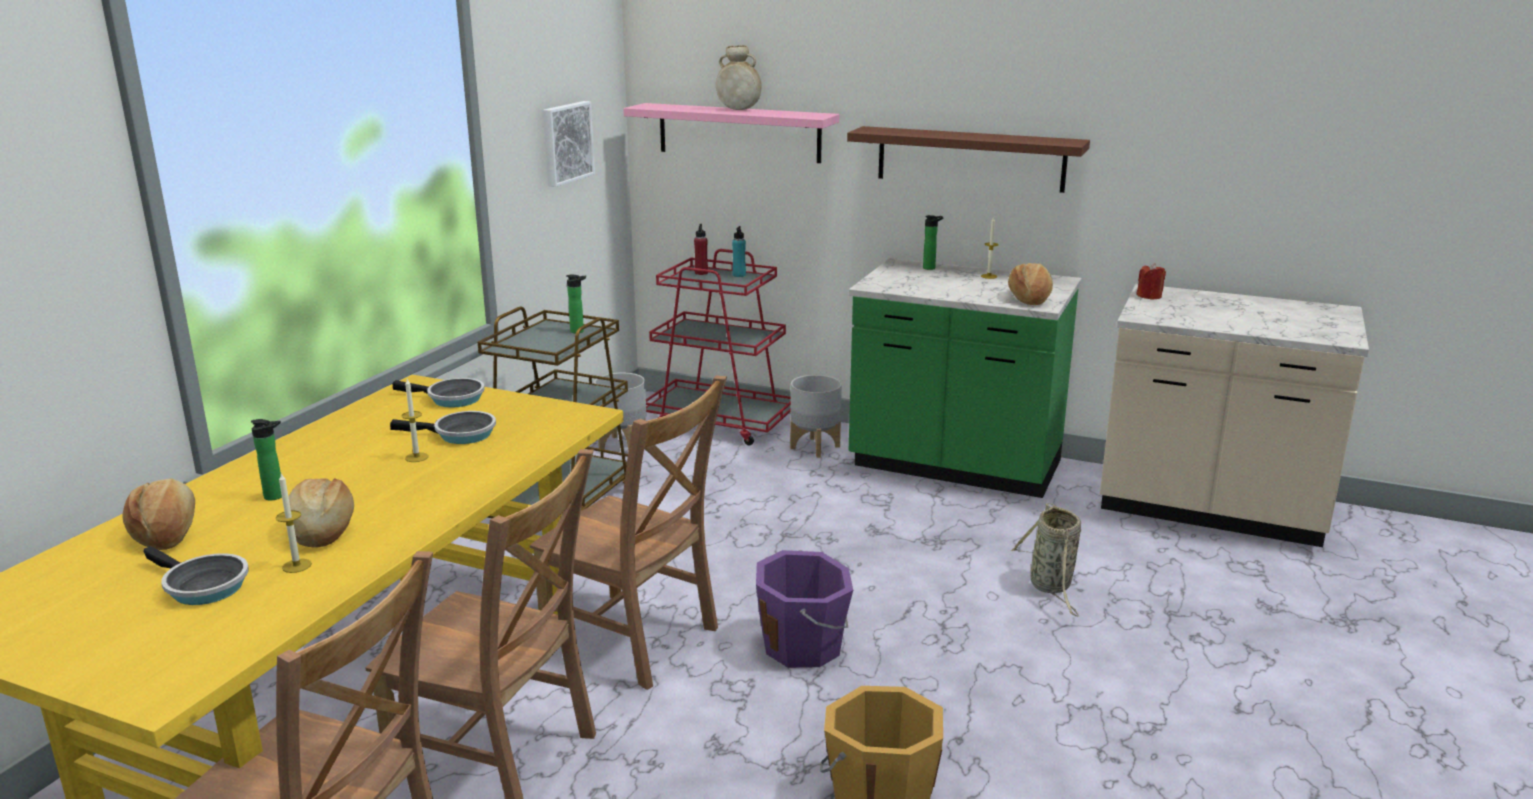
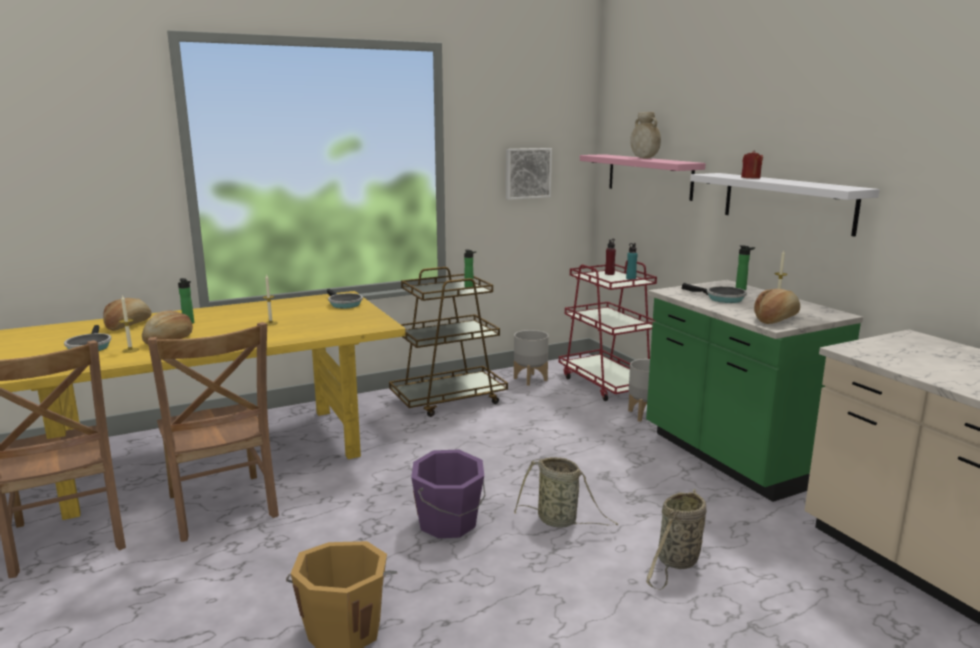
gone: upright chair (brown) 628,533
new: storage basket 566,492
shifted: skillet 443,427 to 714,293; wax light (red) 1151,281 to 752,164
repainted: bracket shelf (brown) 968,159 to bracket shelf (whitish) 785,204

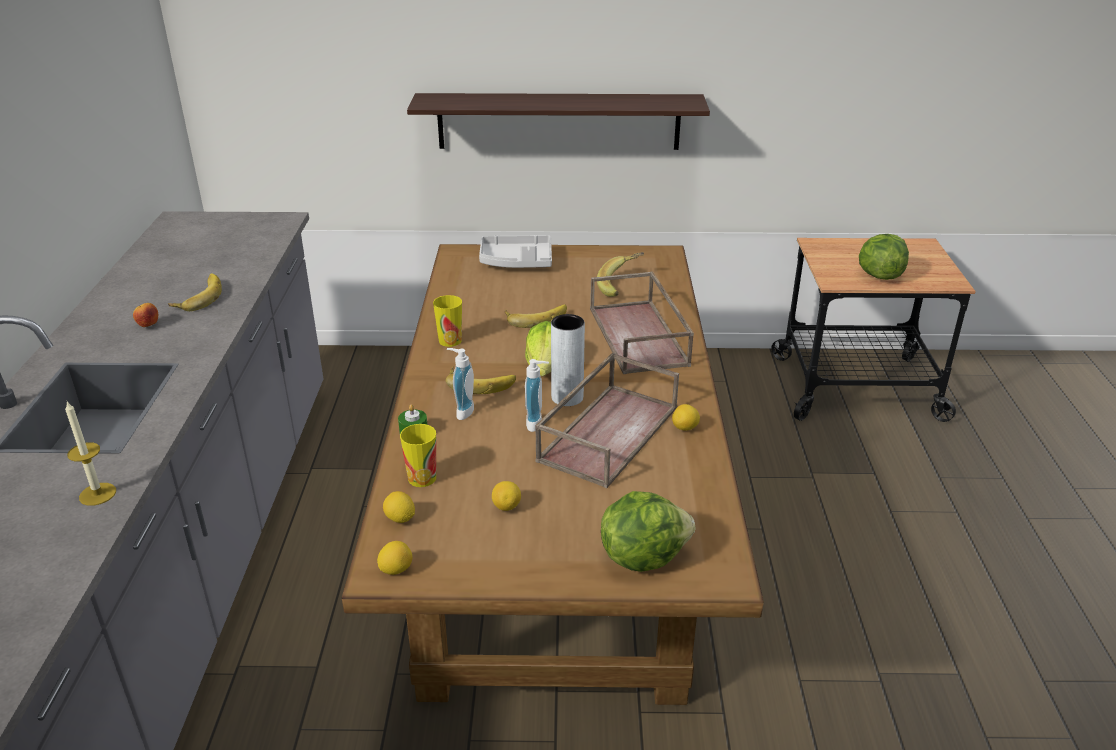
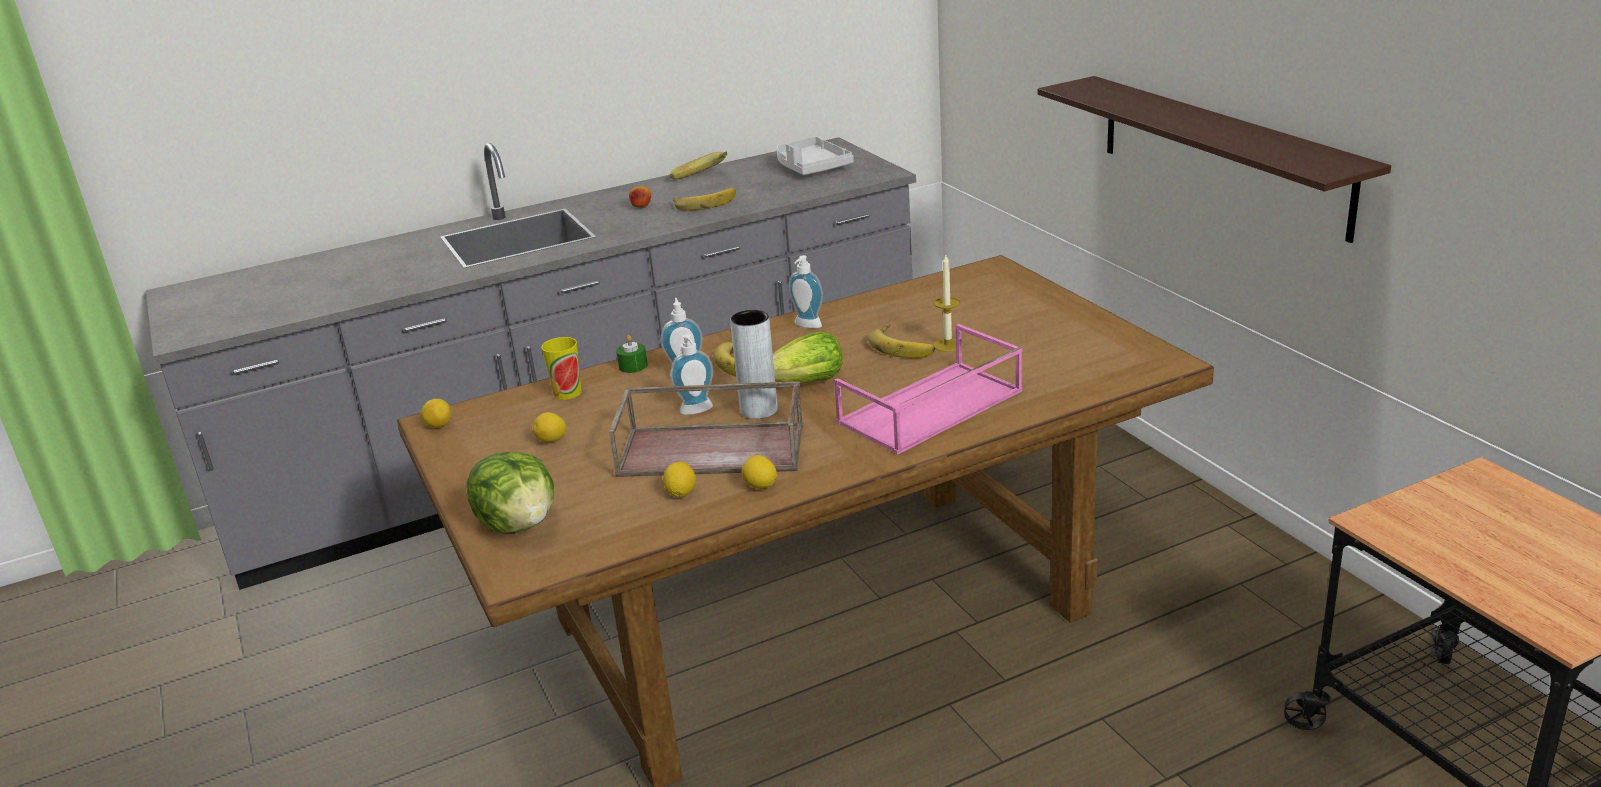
gone: lettuce head 884,257
shifted: whole lemon 399,507 to 679,479; banana fruit 620,274 to 698,165; serving tray (greyish) 515,251 to 815,155; wax light 90,454 to 948,303
swapped: cup 447,321 to liquid soap bottle 806,291
repainted: serving tray (brown) 642,322 to serving tray (pink) 928,389

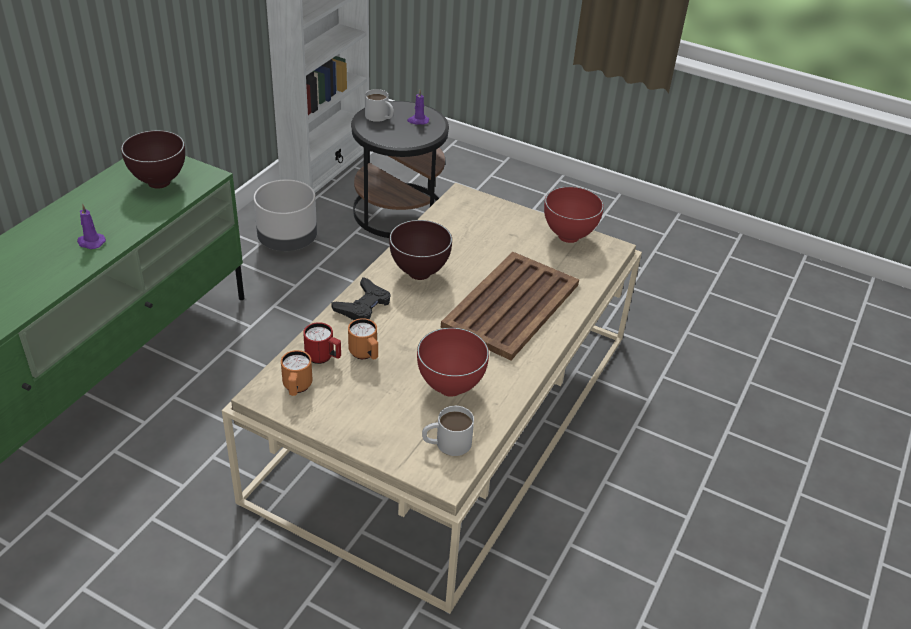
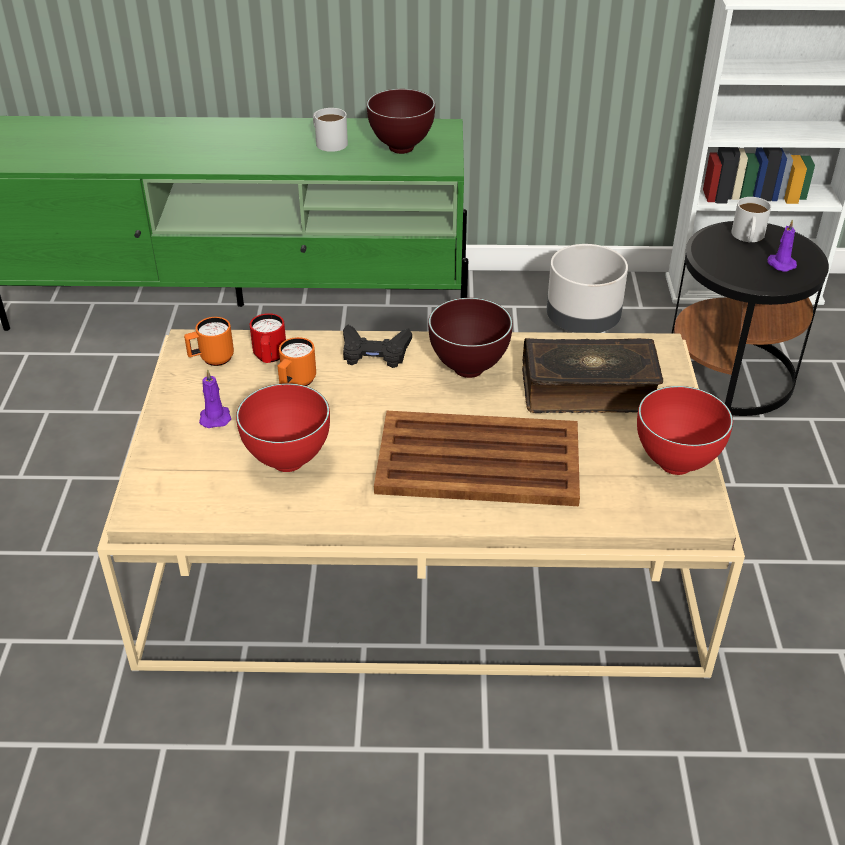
new: volume 592,375
shifted: wax light (purple-coloured) 91,226 to 215,398; coffee mug (whitish) 448,431 to 330,130

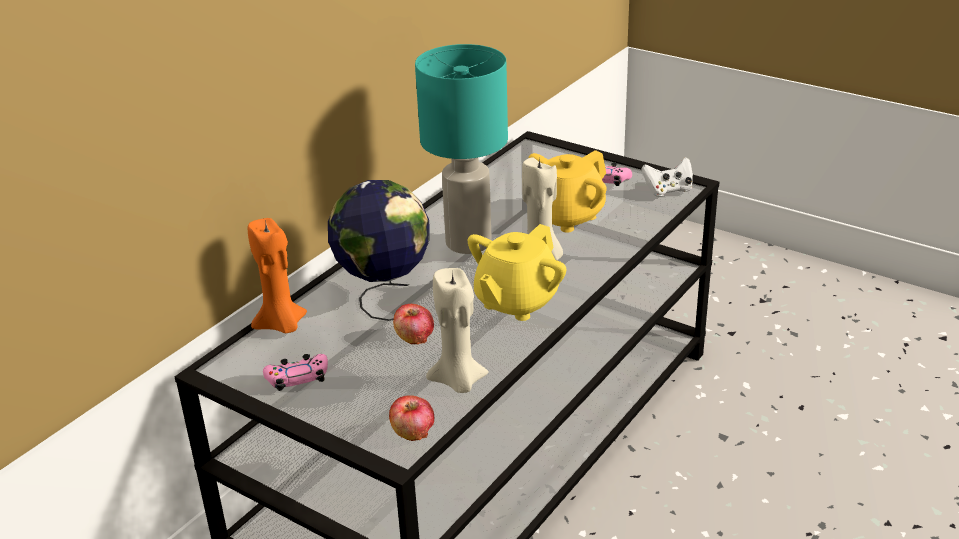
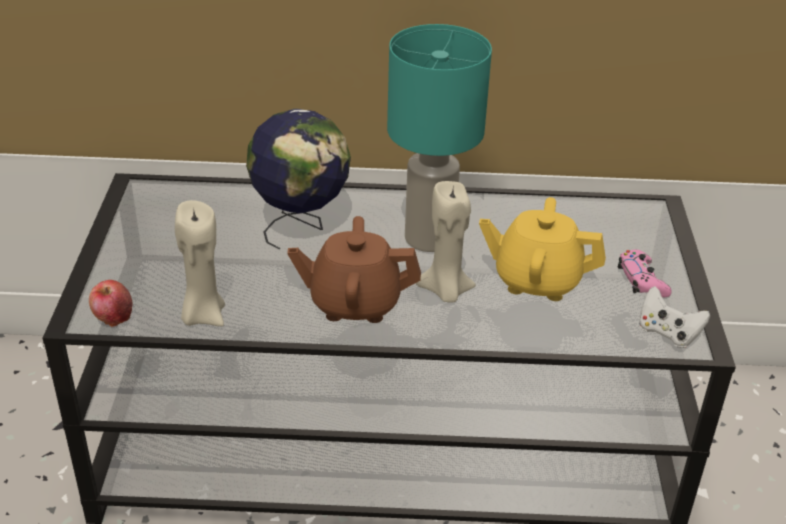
gone: wax light (orange) 277,275; game controller (pink) 295,372; apple fruit 413,324
repainted: teapot (yellow) 516,272 to teapot (brown) 354,269

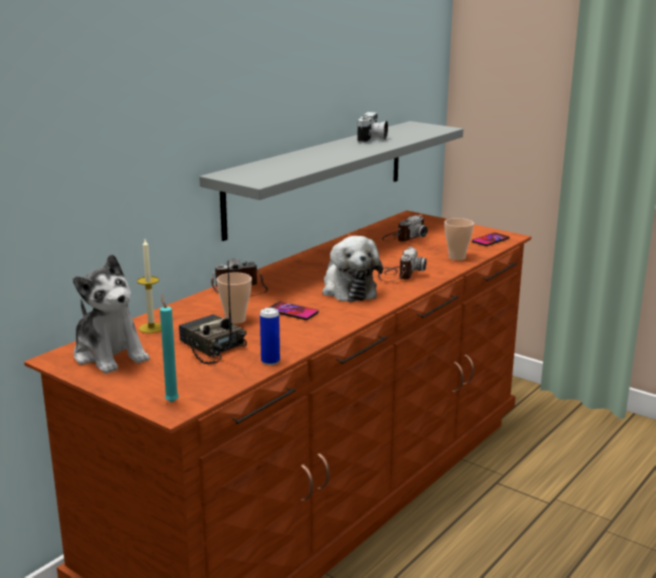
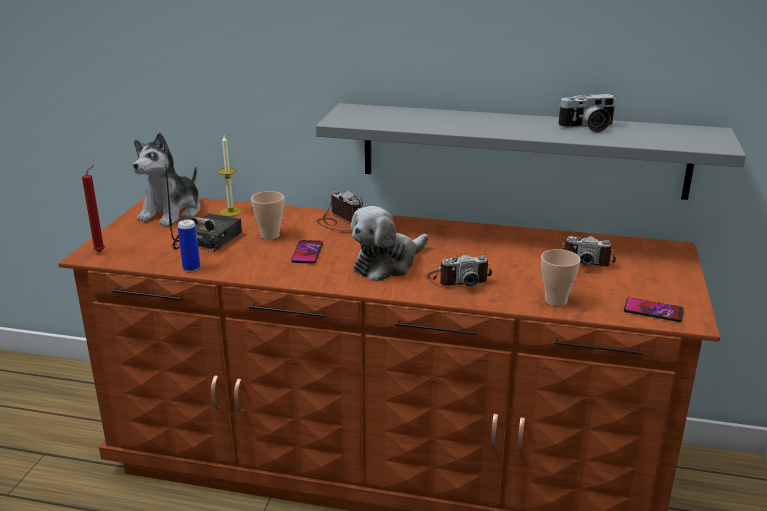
repainted: wax light (turquoise) 169,348 to wax light (red) 93,208

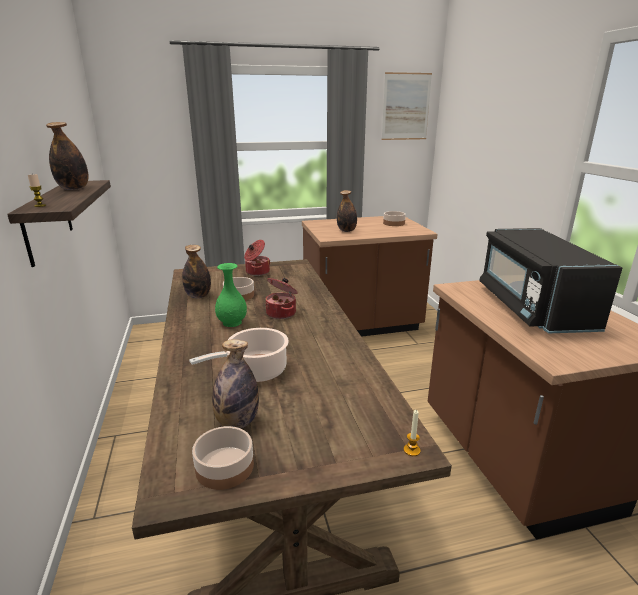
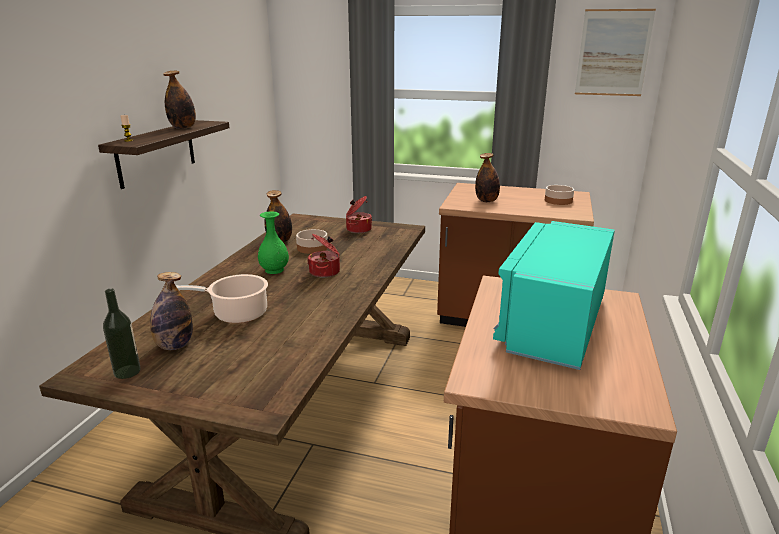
gone: wax light 412,433
swapped: serving bowl 223,458 to bottle 122,334
repainted: kitchen microwave (blackish) 550,280 to kitchen microwave (turquoise) 554,295

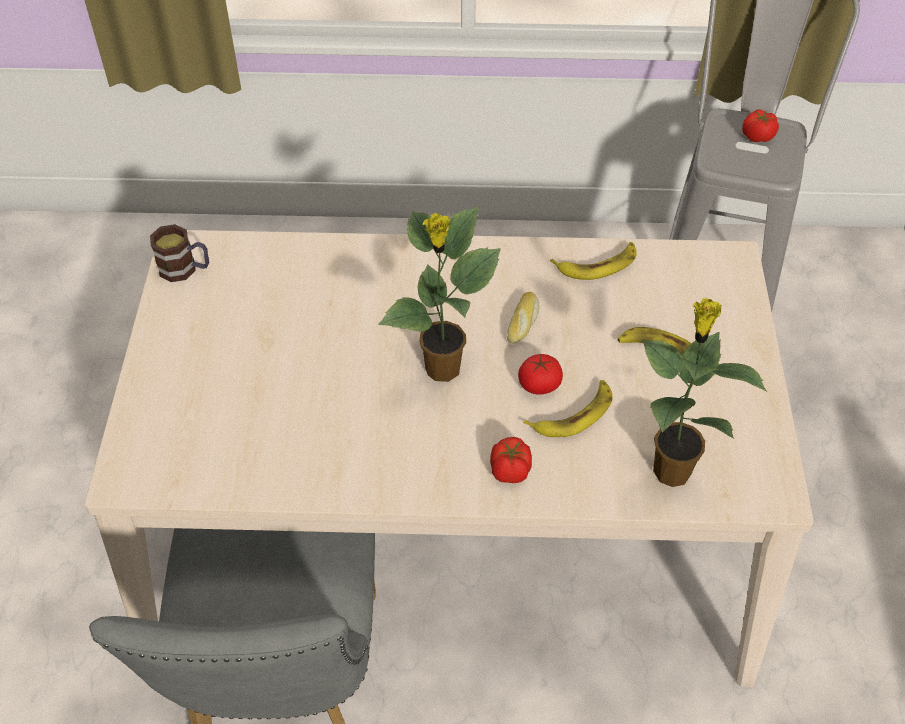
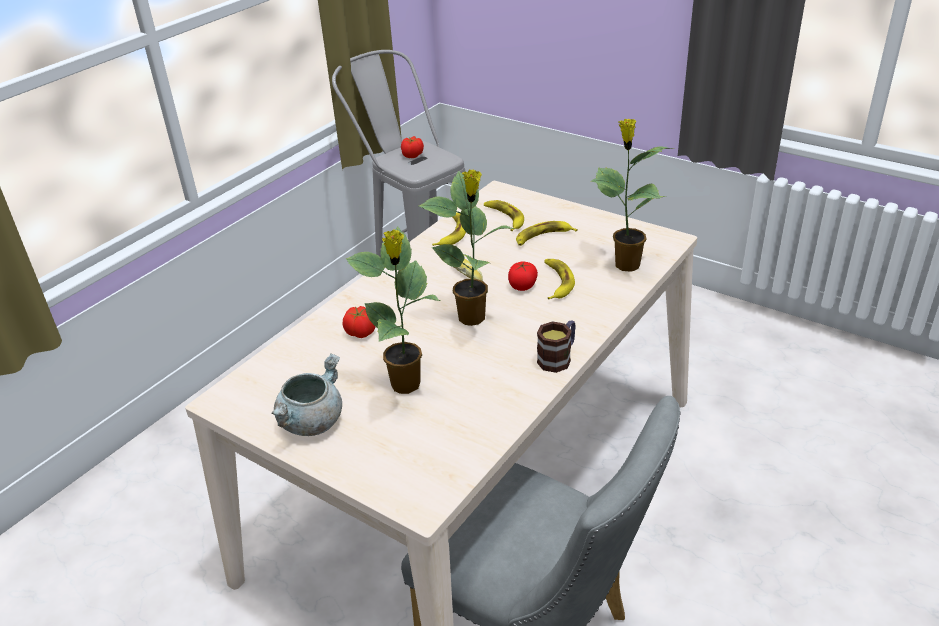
new: cooking pot (greyish) 307,395; houseplant 393,310; banana fruit 504,215
shifted: fresh tomato 511,460 to 359,322; coffee mug 179,253 to 556,346

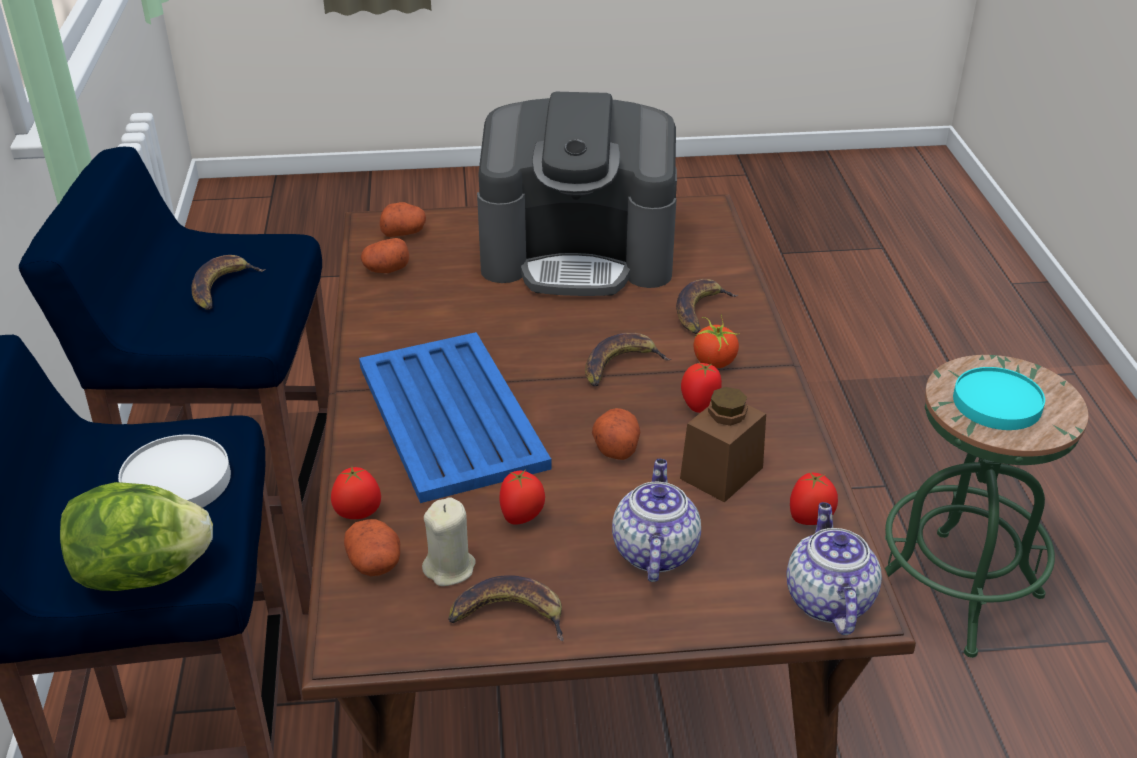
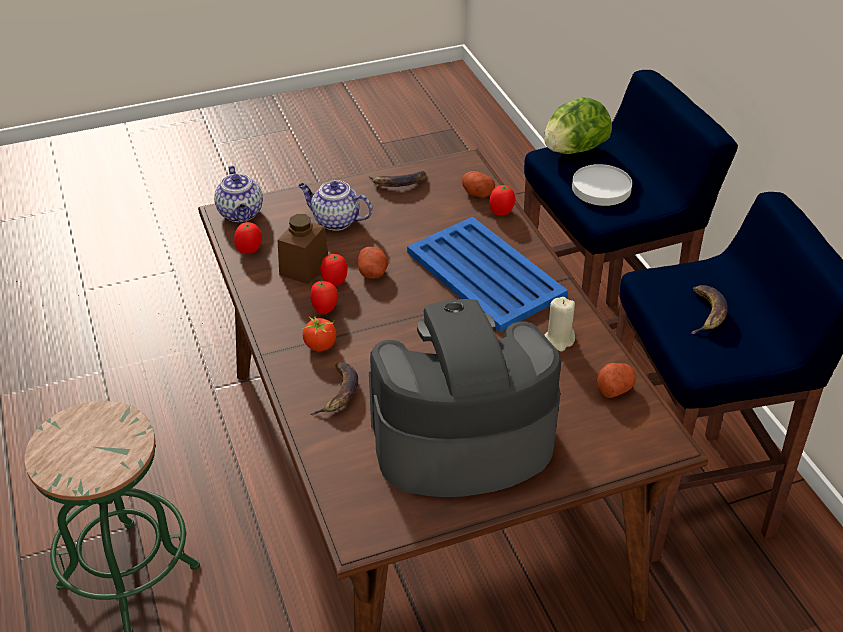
gone: whole potato 403,219; banana fruit 628,359; flat dish (turquoise) 999,398
shifted: fresh tomato 522,496 to 334,270; wax light (beige) 448,542 to 559,324
rotated: teapot 656,520 = 335,205 120 degrees clockwise

